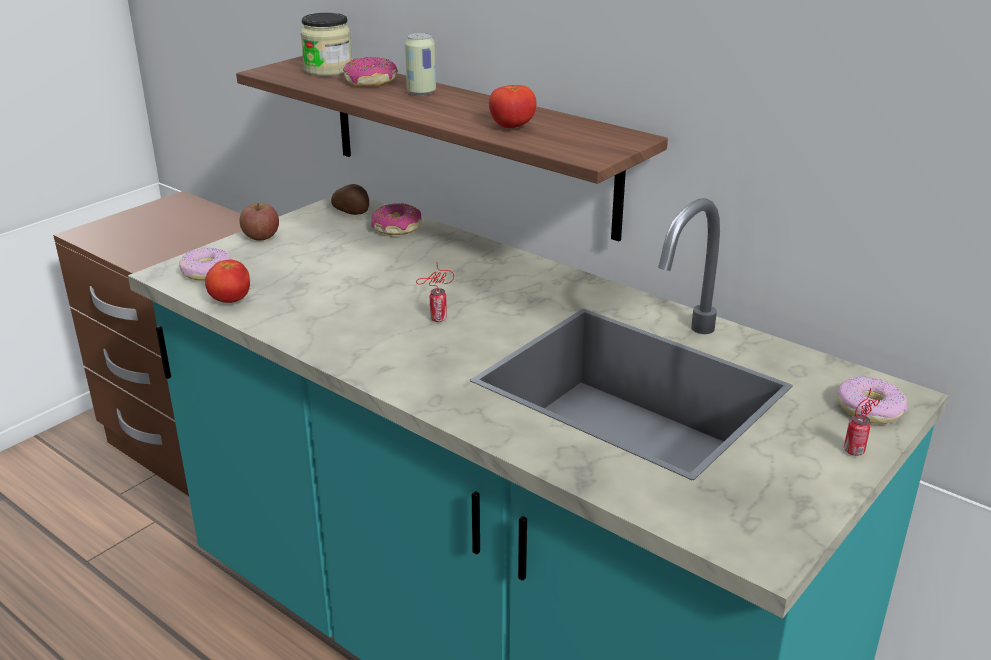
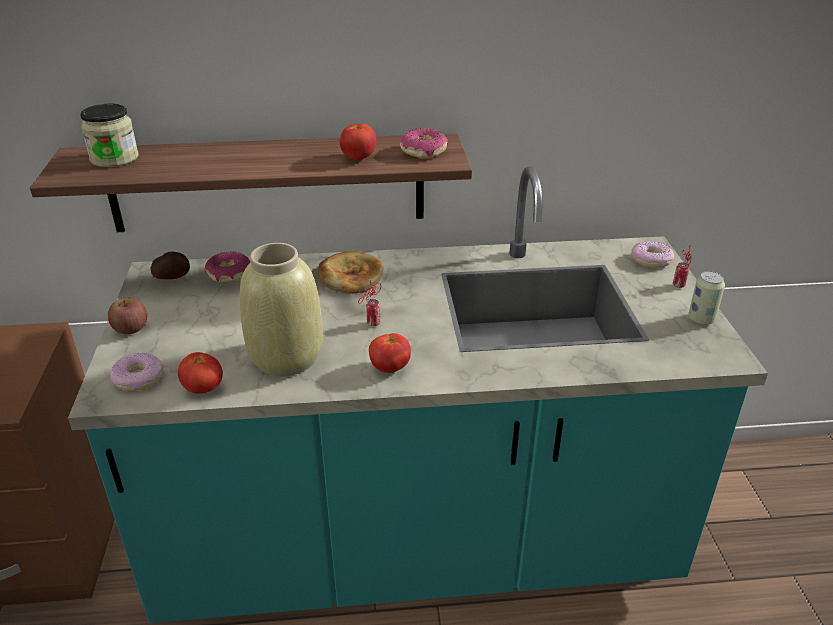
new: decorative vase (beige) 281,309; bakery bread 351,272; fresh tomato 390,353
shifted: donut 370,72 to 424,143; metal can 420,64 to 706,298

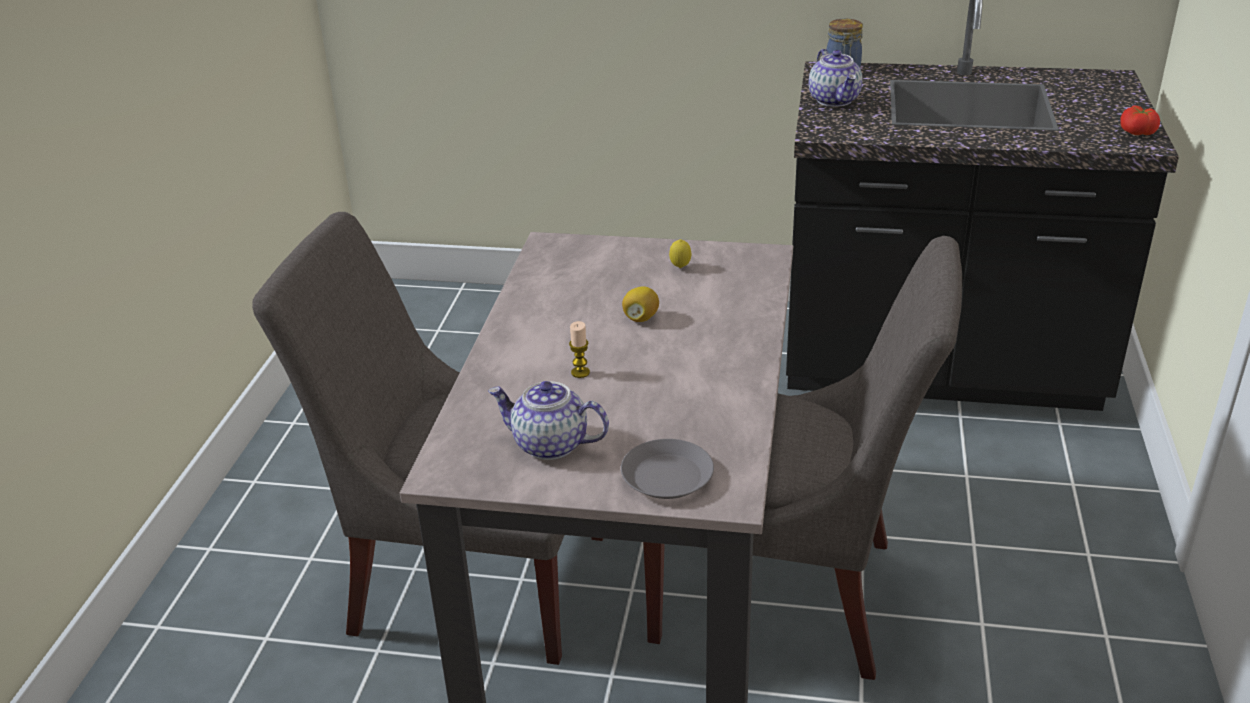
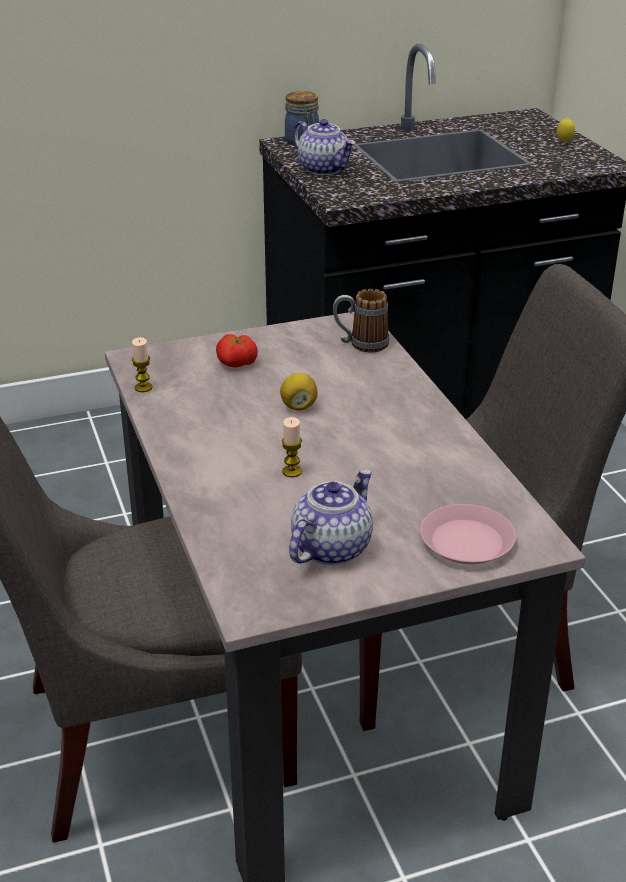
new: wax light 142,364; coffee mug 361,320
shifted: fresh tomato 1140,120 to 237,351; whole lemon 680,253 to 566,130
repainted: flat dish (greyish) 667,469 to flat dish (pink) 468,534
rotated: teapot 548,420 = 331,517 135 degrees clockwise

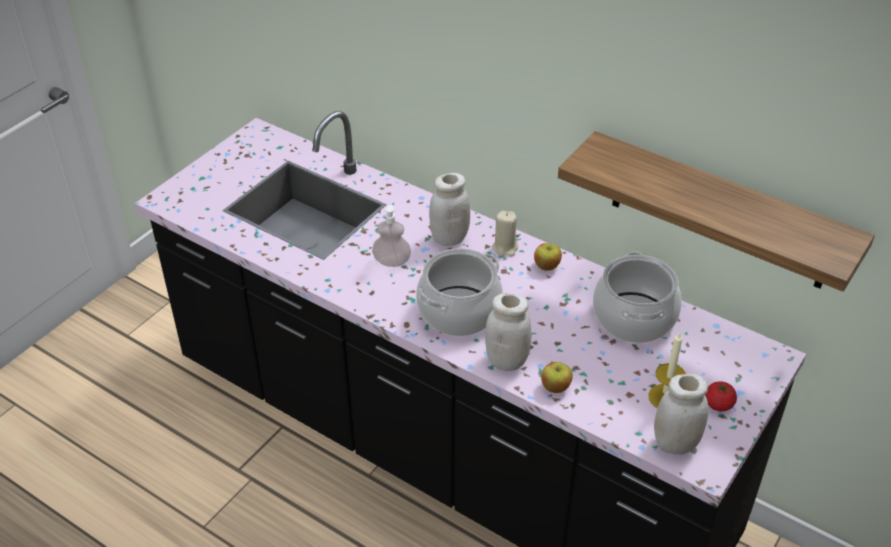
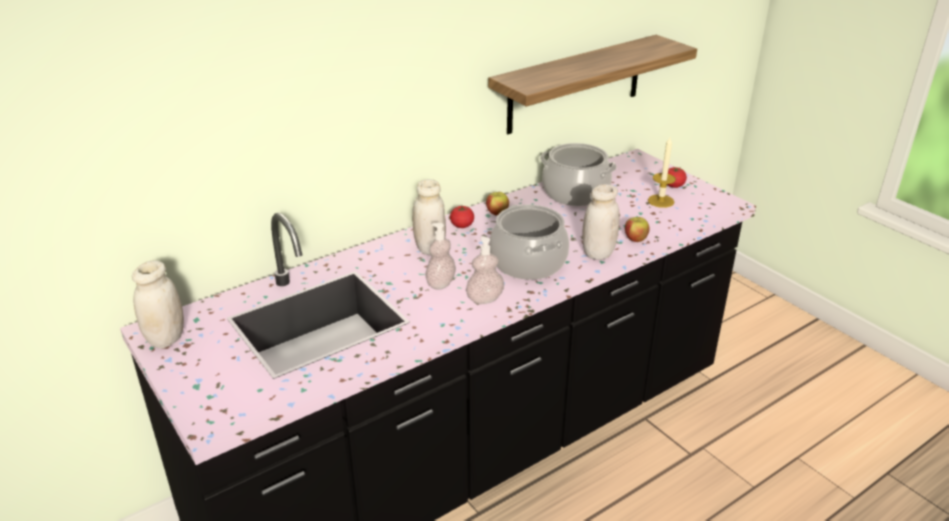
new: liquid soap bottle 485,270
shifted: preserve jar (whitish) 681,414 to 158,304
swapped: wax light (beige) 505,233 to fresh tomato 462,216

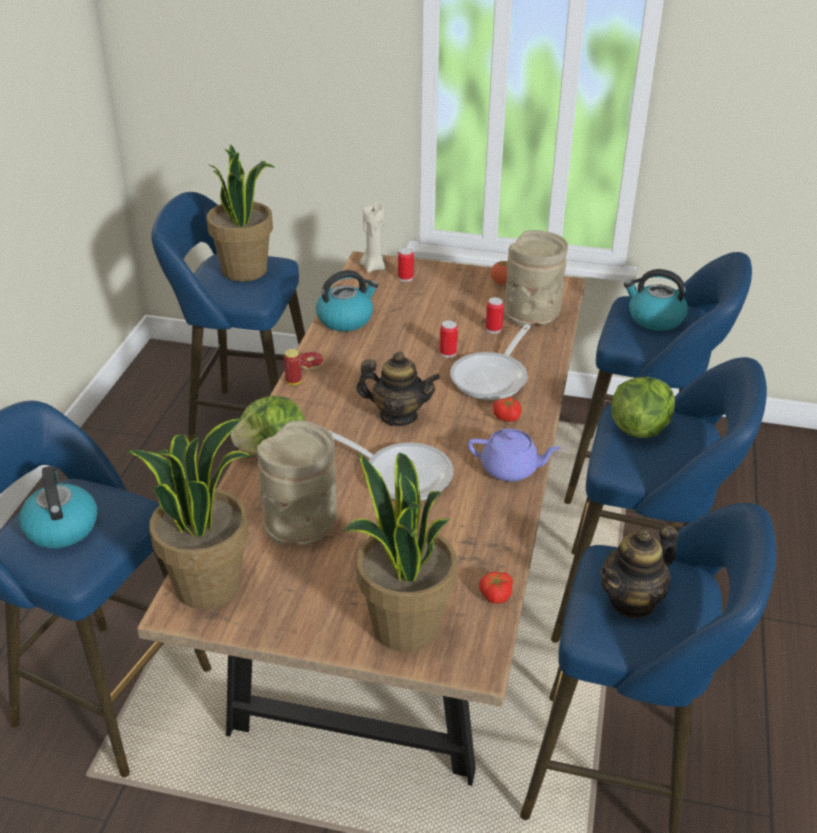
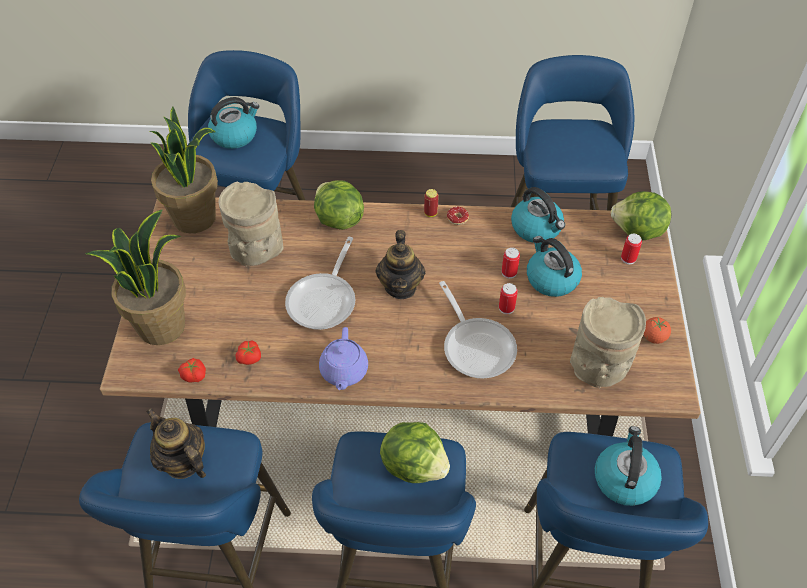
gone: houseplant 241,213
new: water kettle 554,266
shifted: fresh tomato 507,409 to 248,352; metal can 495,315 to 511,263
swapped: wax light (beige) 372,237 to lettuce head 641,215
rotated: skillet 490,362 = 478,329 135 degrees counterclockwise

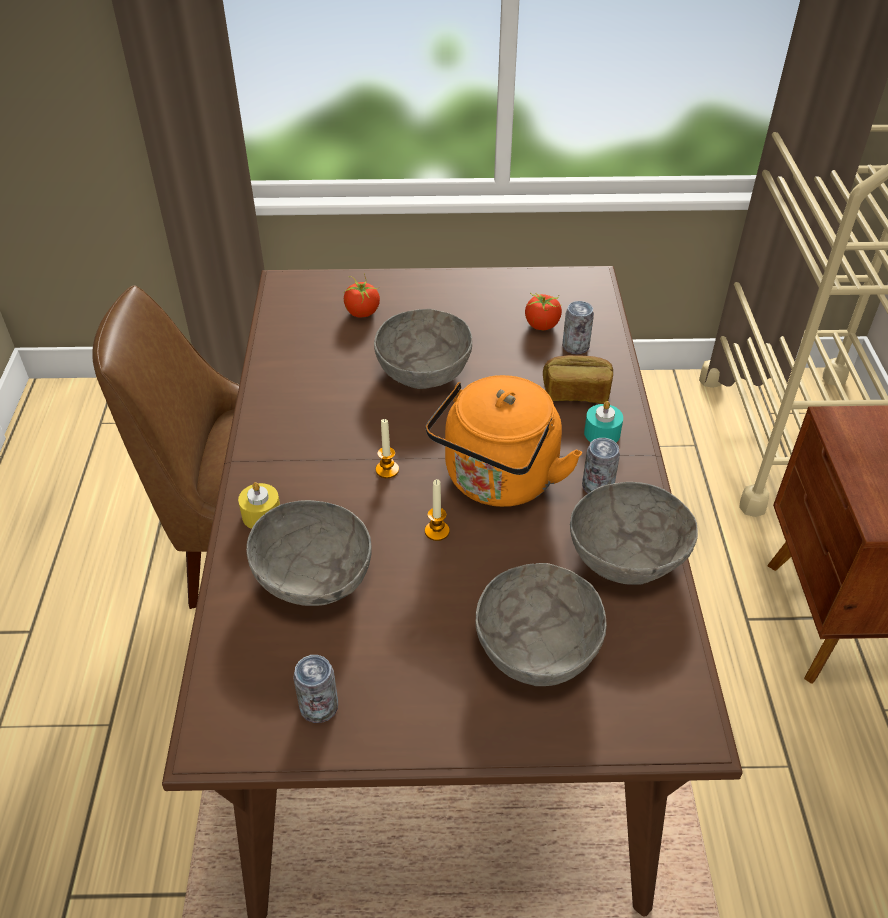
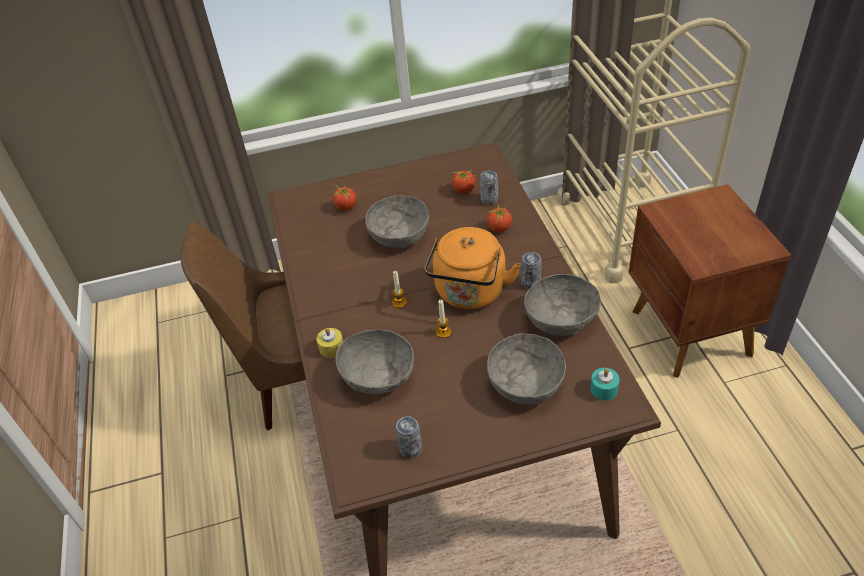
shifted: wax light (turquoise) 603,422 to 605,384
swapped: bakery bread 578,379 to fresh tomato 499,217

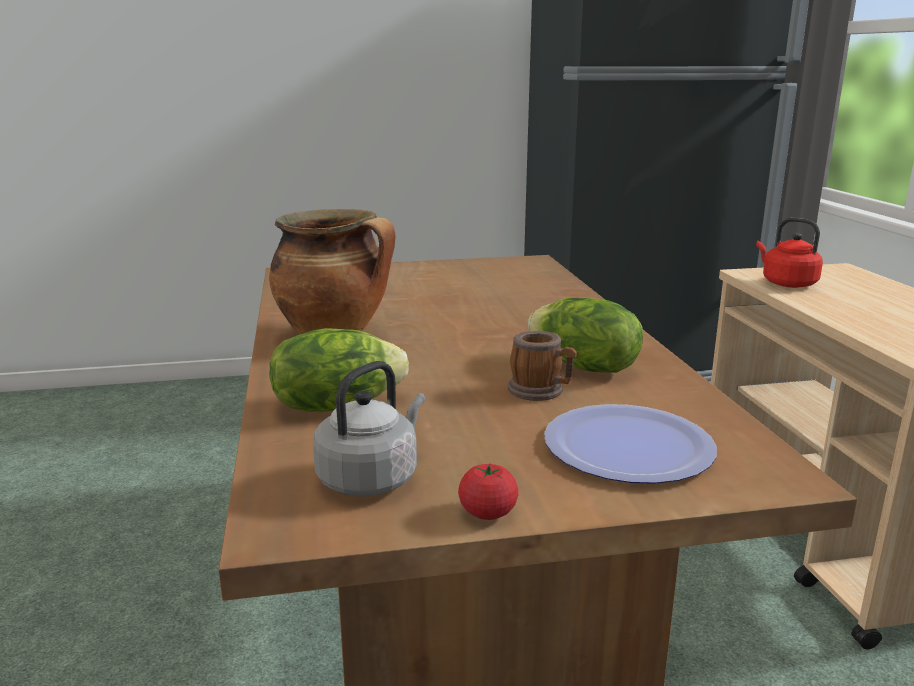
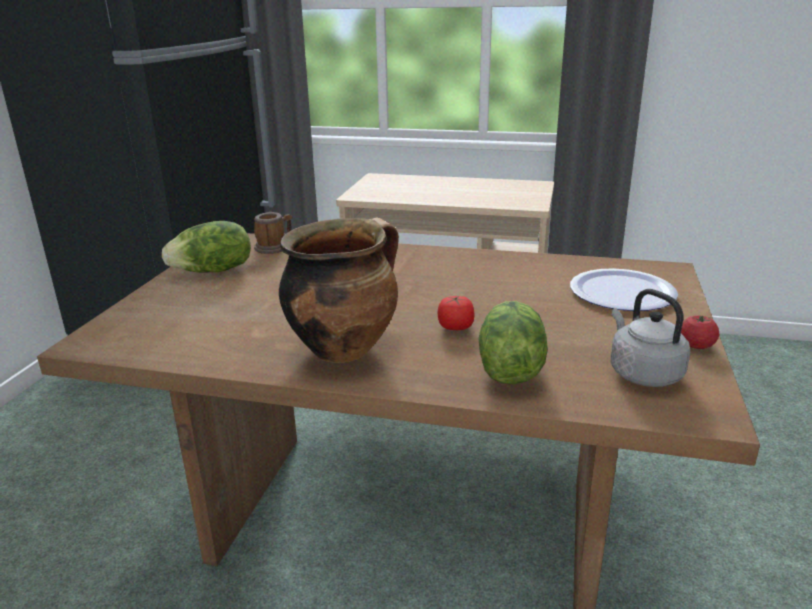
gone: water kettle (red) 789,253
new: fresh tomato 455,313
shifted: lettuce head 585,335 to 206,247; coffee mug 542,366 to 273,233

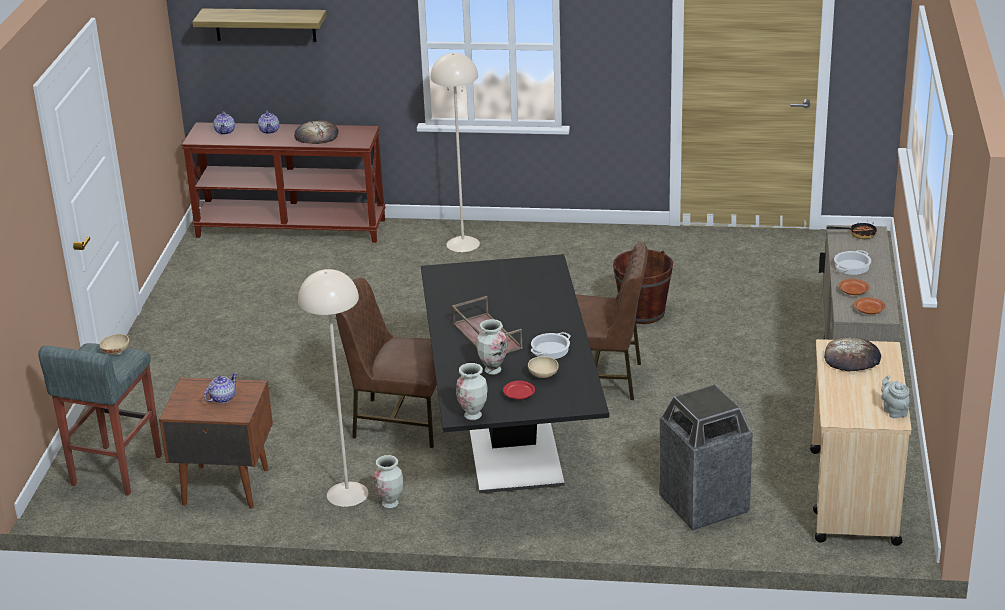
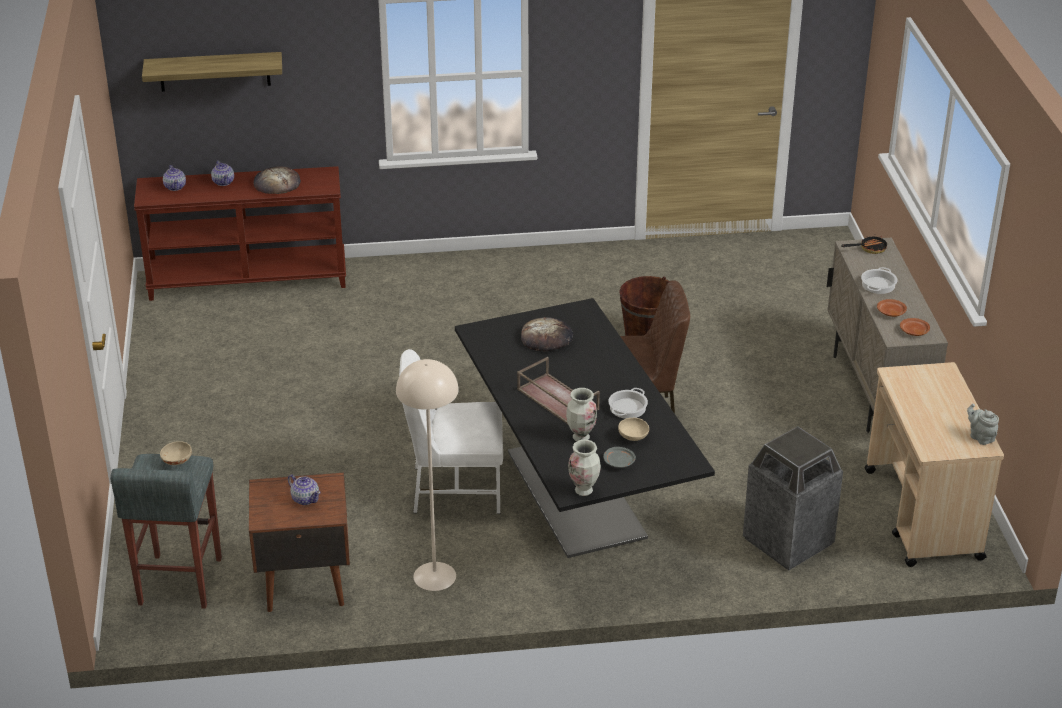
gone: decorative vase 388,482; floor lamp (beige) 455,152
shifted: bakery bread 852,354 to 547,334
repainted: upright chair (brown) 386,363 to upright chair (whitish) 451,431; flat dish (red) 519,390 to flat dish (greyish) 619,457
rotated: teapot 220,387 = 304,489 105 degrees clockwise

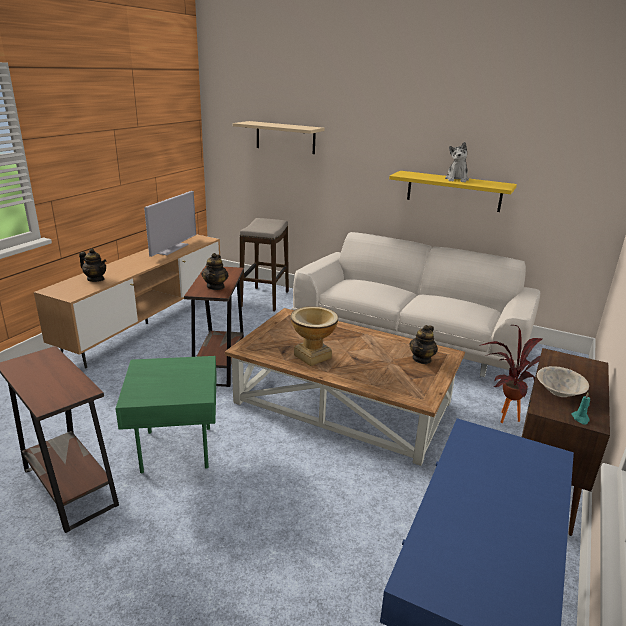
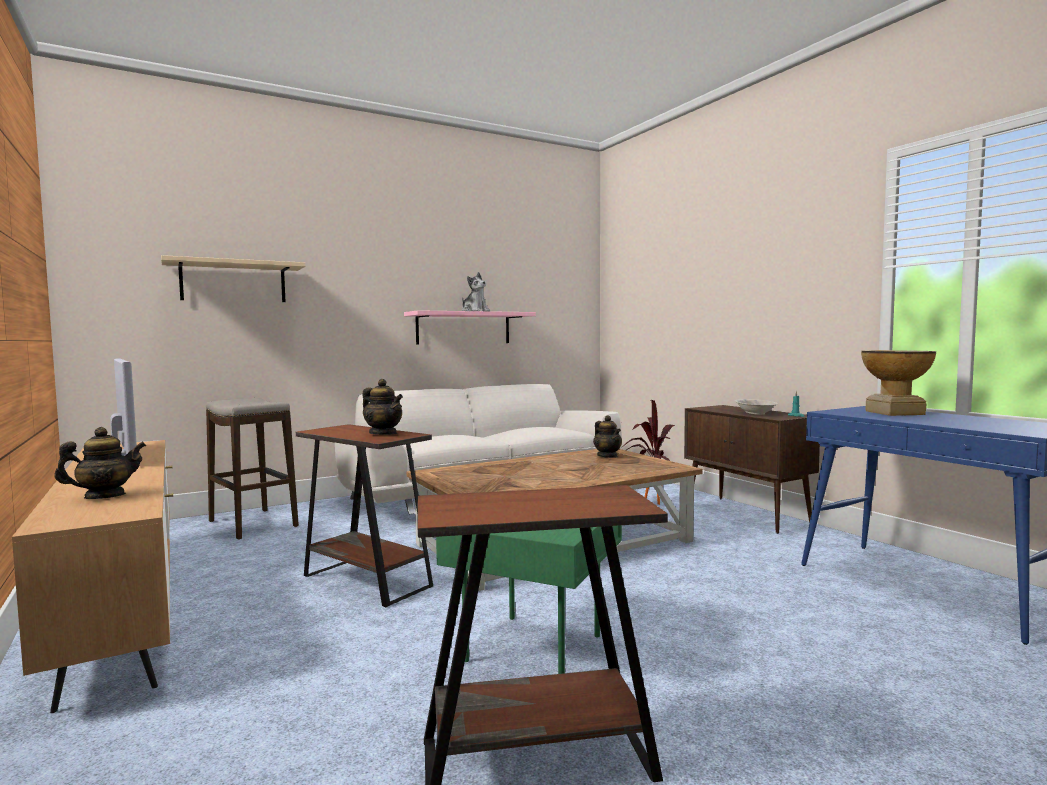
shifted: decorative vase 314,336 to 898,383
repainted: bracket shelf (yellow) 453,191 to bracket shelf (pink) 470,327

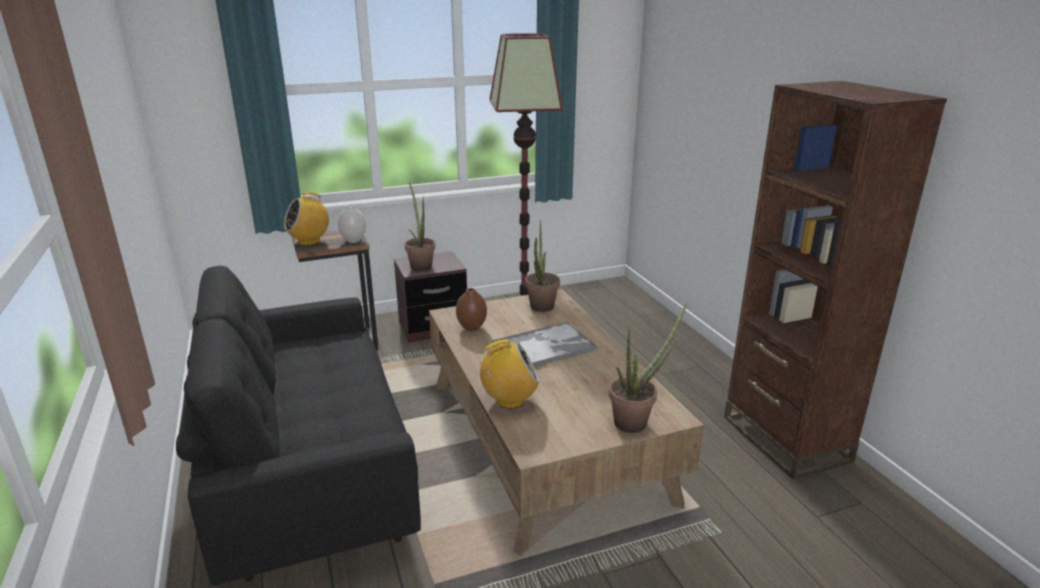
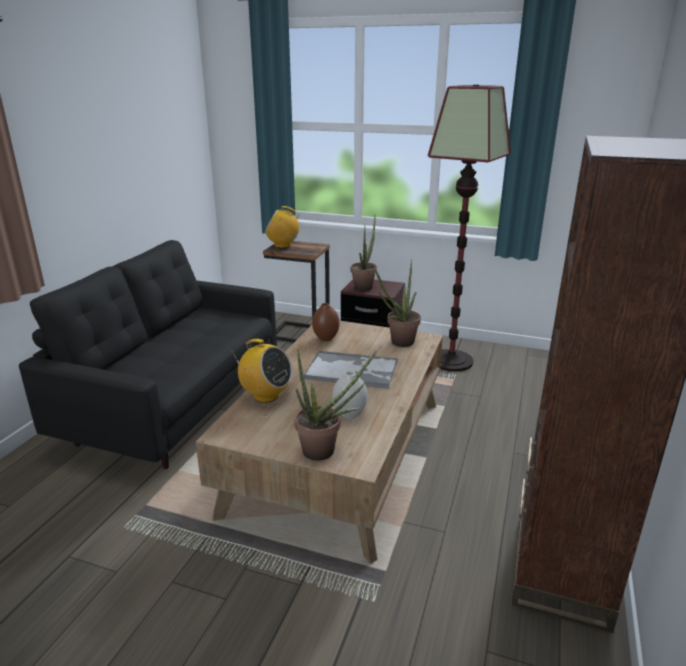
shifted: decorative vase (whitish) 352,223 to 350,395

